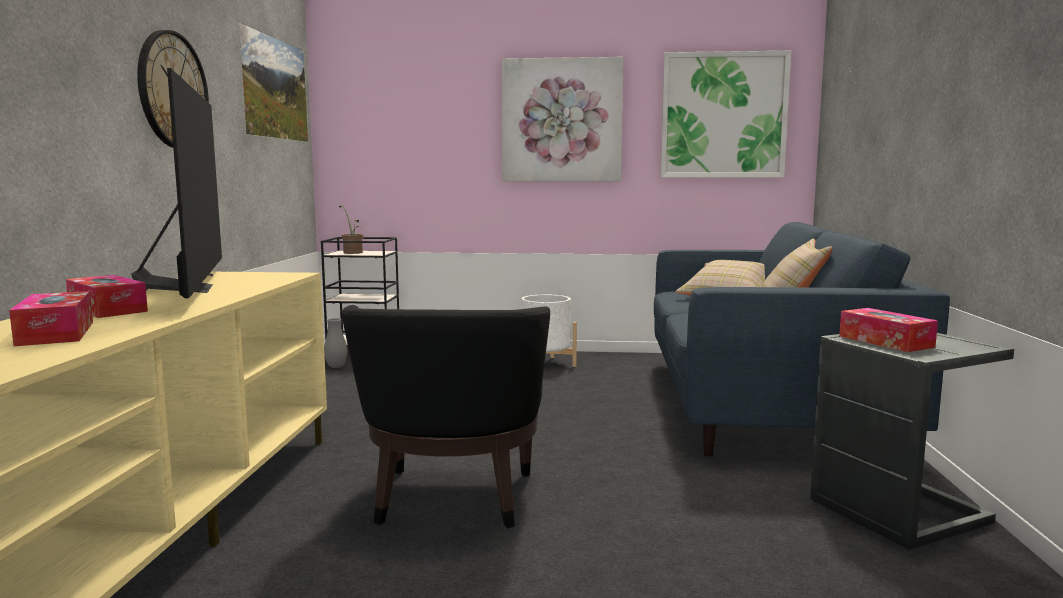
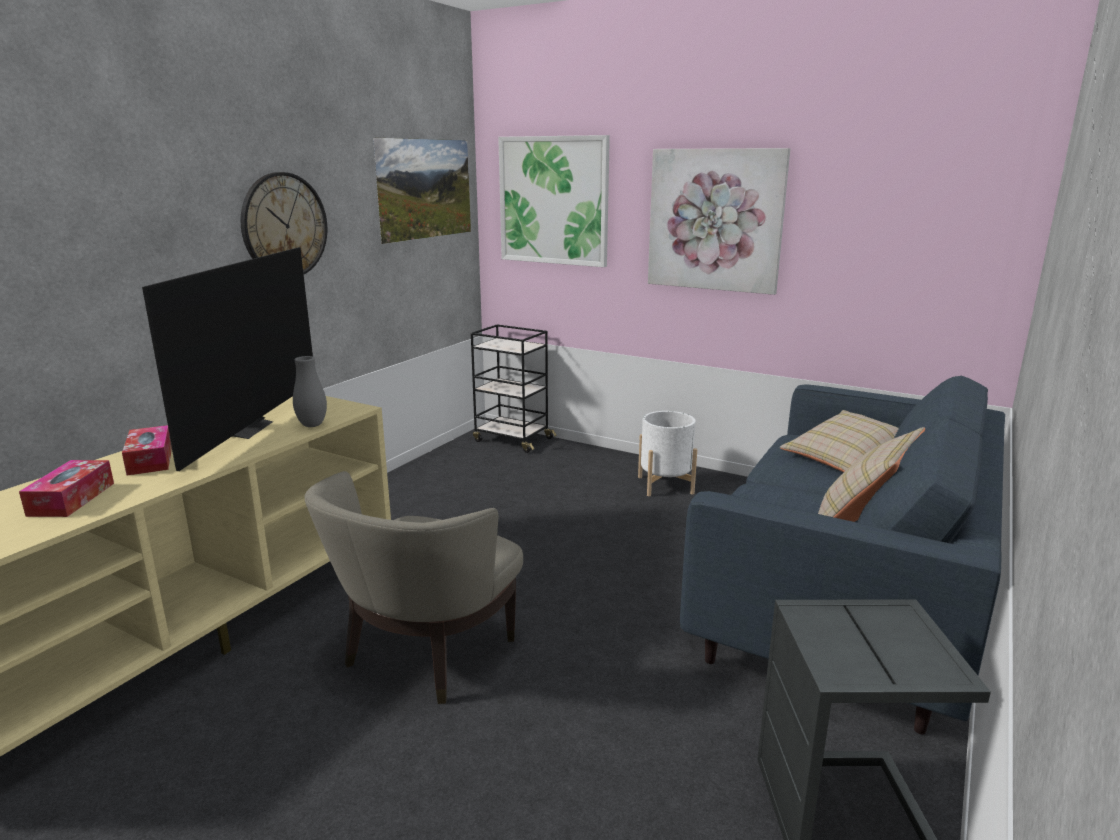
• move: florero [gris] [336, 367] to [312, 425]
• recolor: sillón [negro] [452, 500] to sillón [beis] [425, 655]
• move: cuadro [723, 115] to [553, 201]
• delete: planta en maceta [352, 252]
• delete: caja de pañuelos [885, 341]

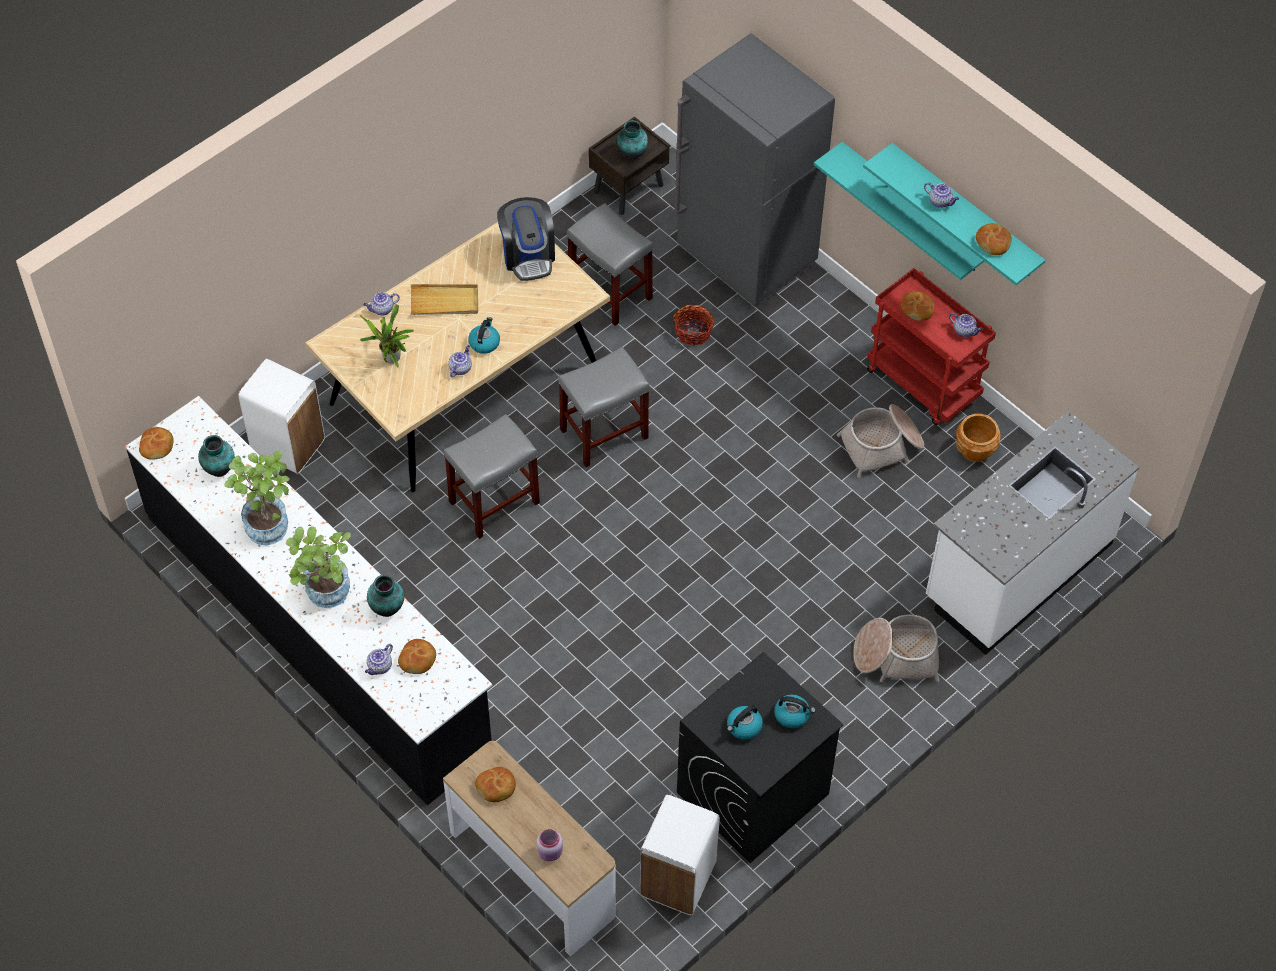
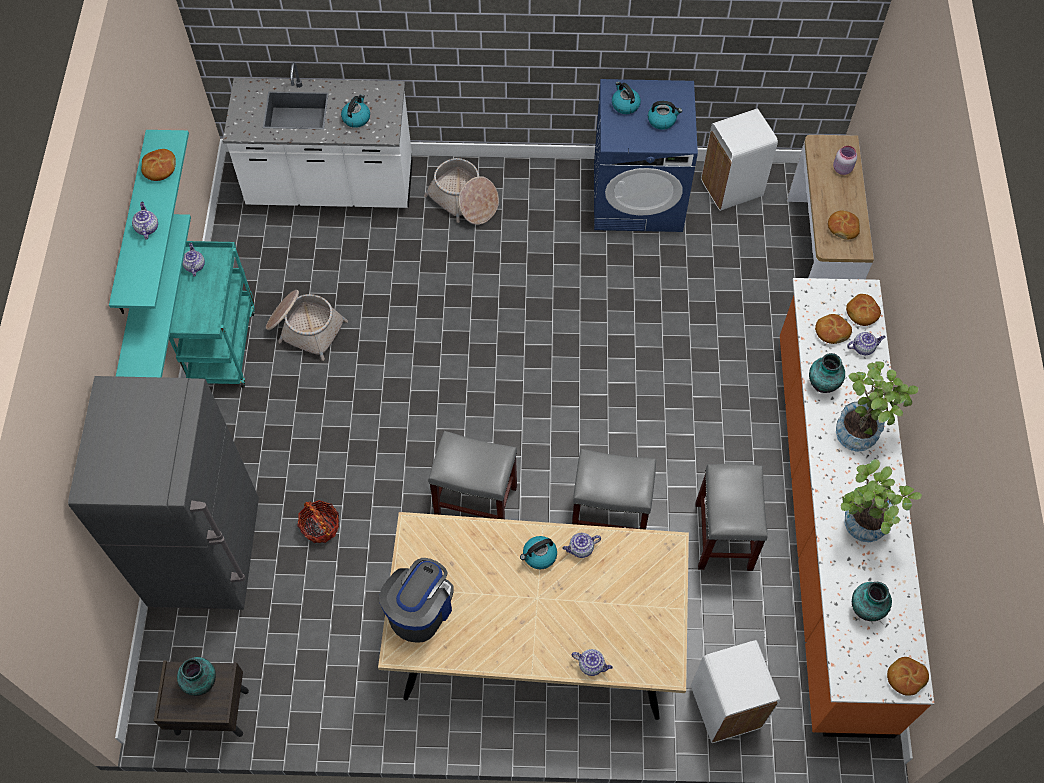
• recolor: carrito [rojo] [924, 384] to carrito [turquesa] [222, 345]
• insert: hervidor [356, 118]
• recolor: lavadora [negro] [752, 794] to lavadora [azul] [638, 197]
• move: taburete [gris] [611, 292] to [723, 535]
• recolor: mueble bajo de cocina [negro] [317, 631] to mueble bajo de cocina [naranja] [828, 525]
• move: pan [917, 309] to [861, 313]
• delete: planta en maceta [391, 360]
• delete: bandeja [beis] [444, 302]
• delete: maceta [marrón] [975, 450]

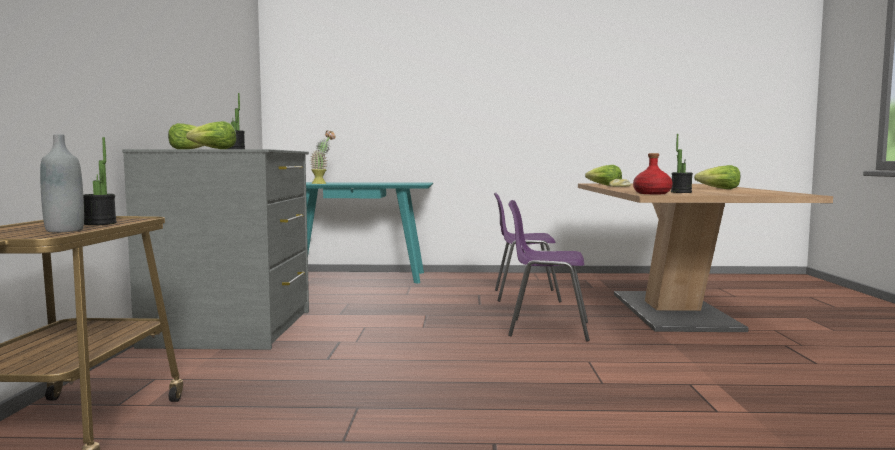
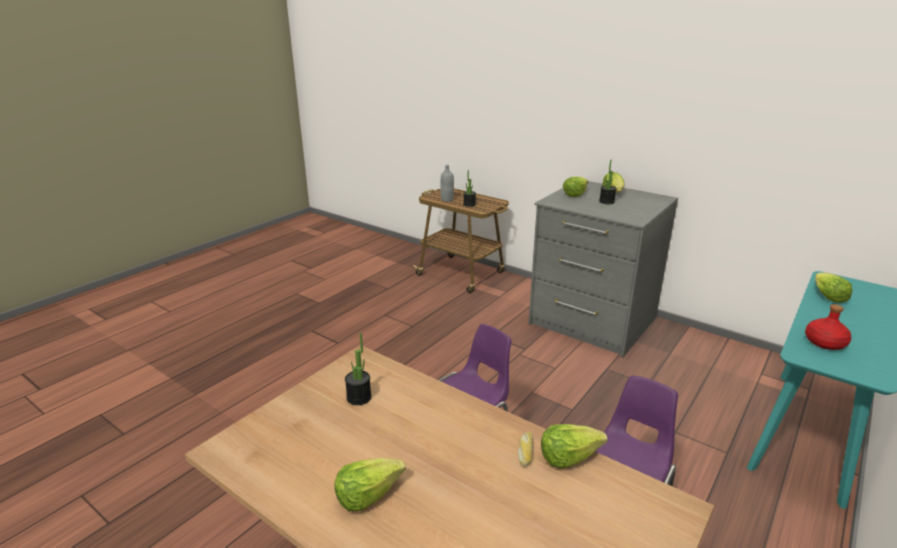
• move: botella [rojo] [652, 193] to [825, 343]
• replace: planta en maceta [322, 183] to lechuga [827, 296]

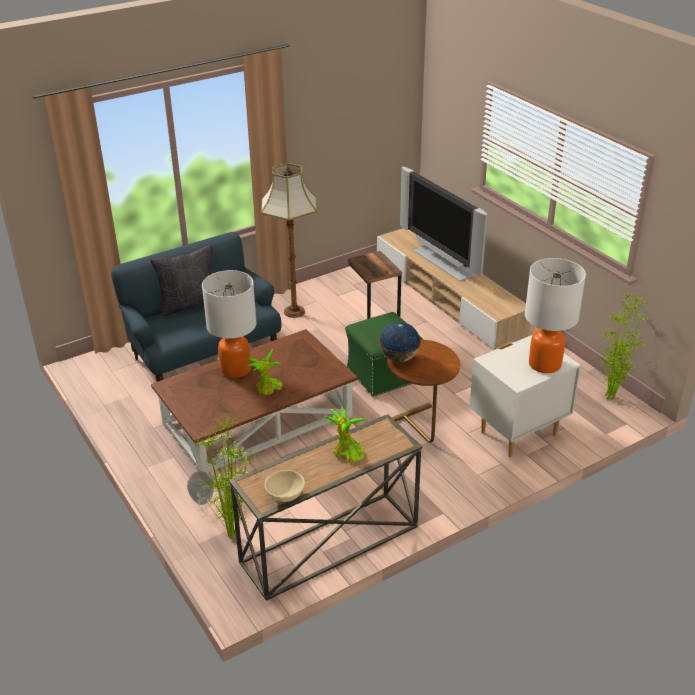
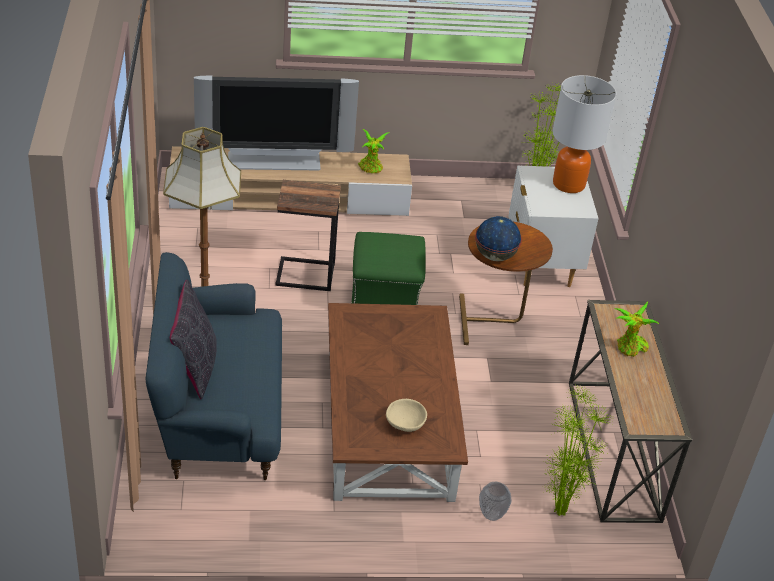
• move: planta en maceta [267, 389] to [371, 168]
• move: cuenco [beis] [285, 494] to [404, 424]
• delete: lámpara de mesa [235, 369]

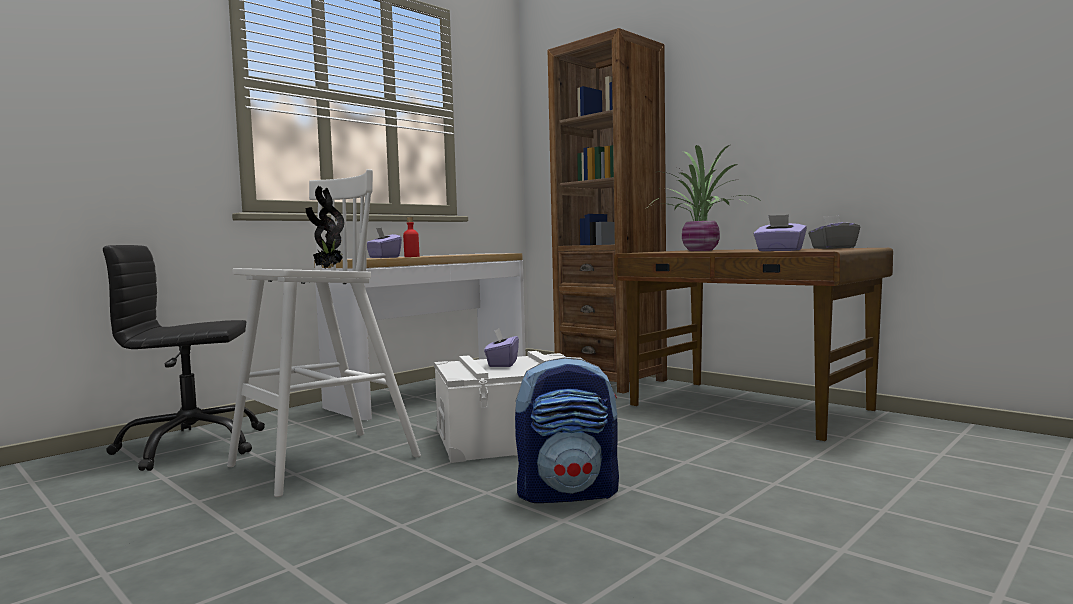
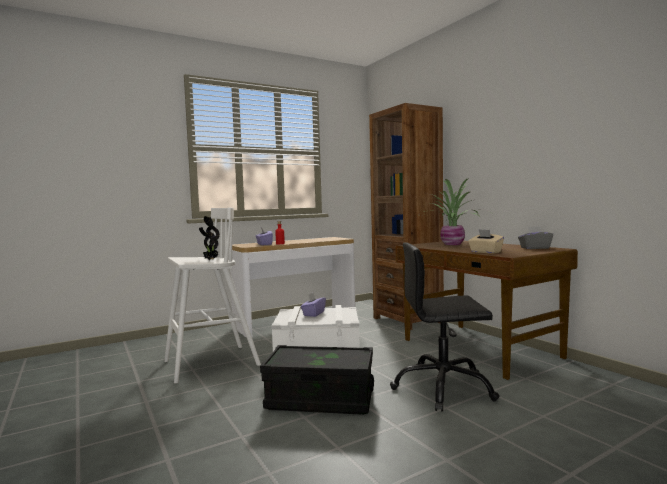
• replace: mochila [568, 493] to caja de almacenaje [negro] [320, 399]
• move: silla de oficina [negro] [191, 446] to [443, 388]
• recolor: caja de pañuelos [morado] [779, 250] to caja de pañuelos [beis] [485, 252]

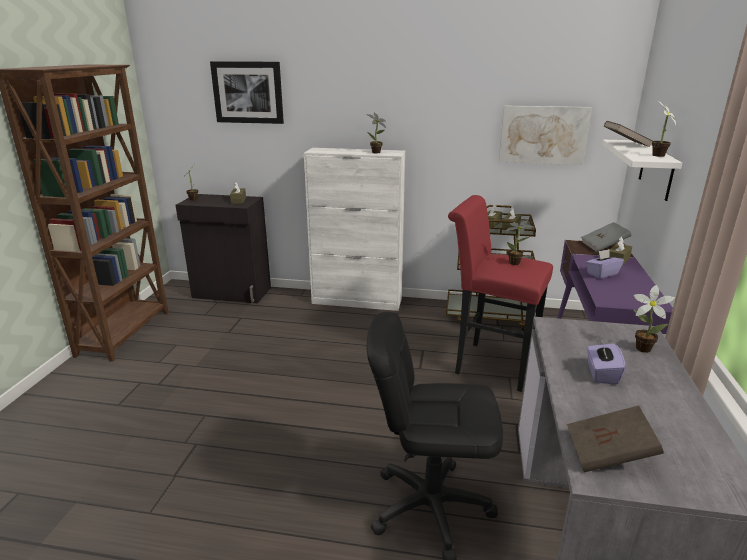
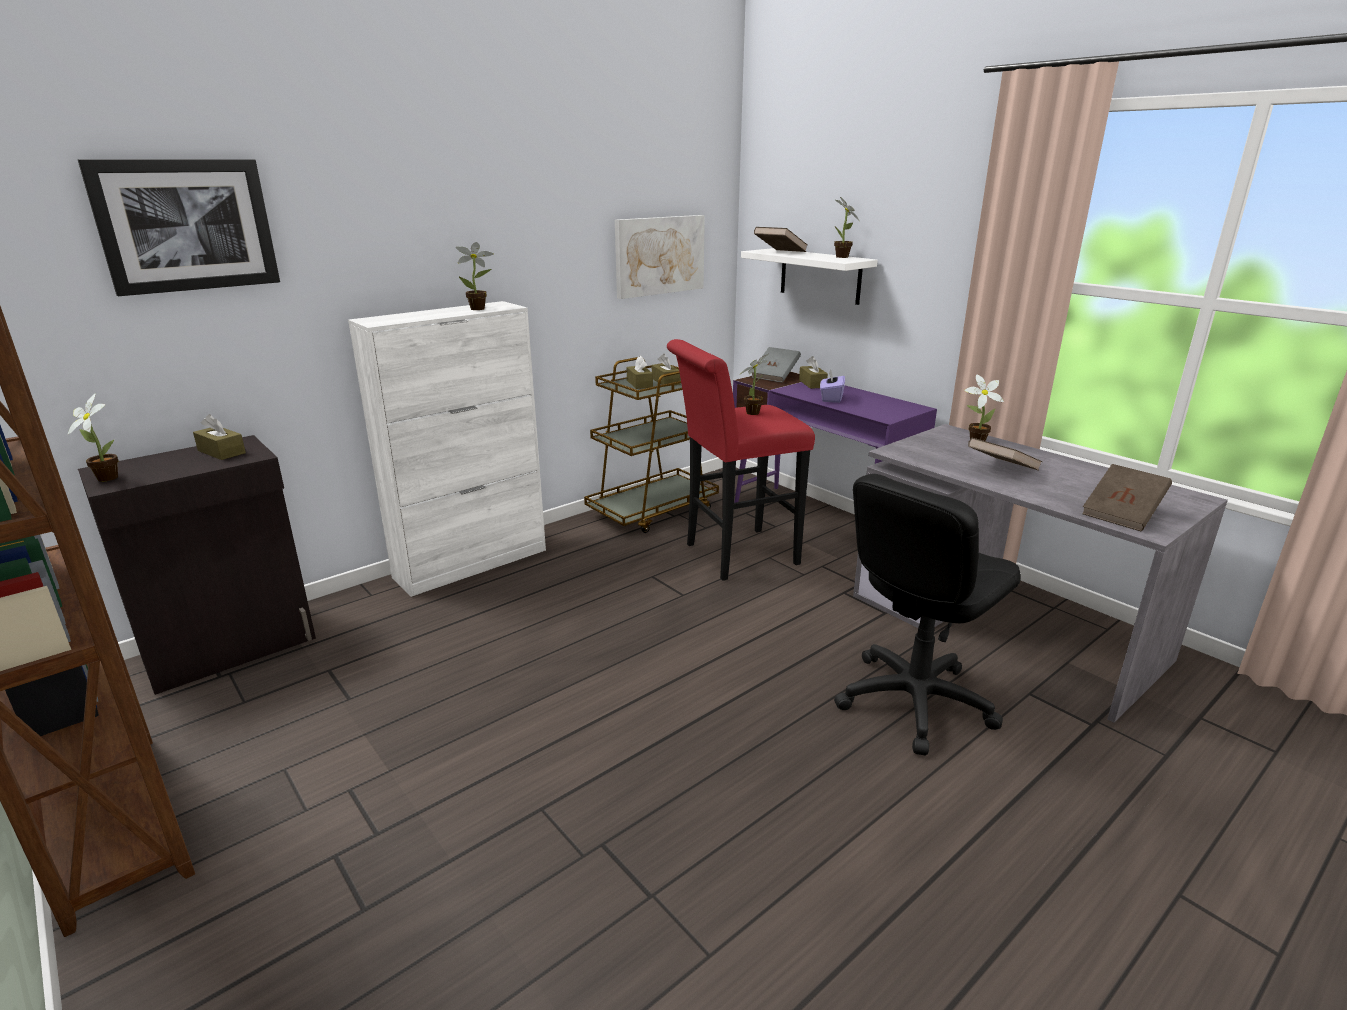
• replace: caja de pañuelos [morado] [601, 374] to libro [marrón] [1001, 469]

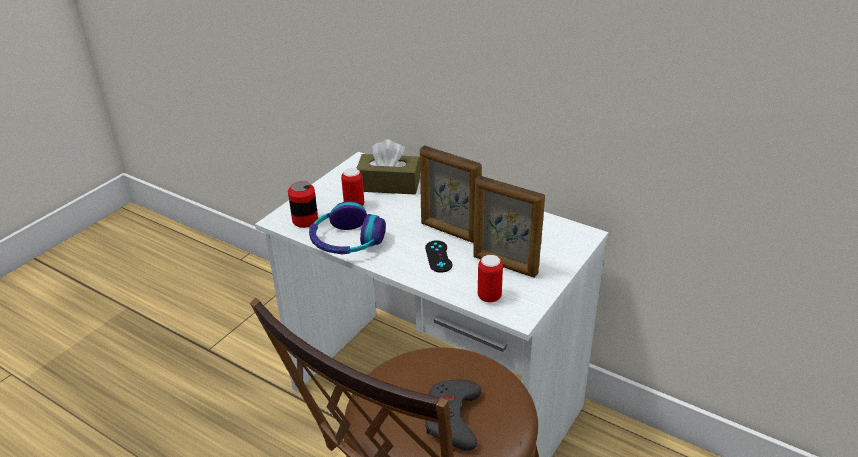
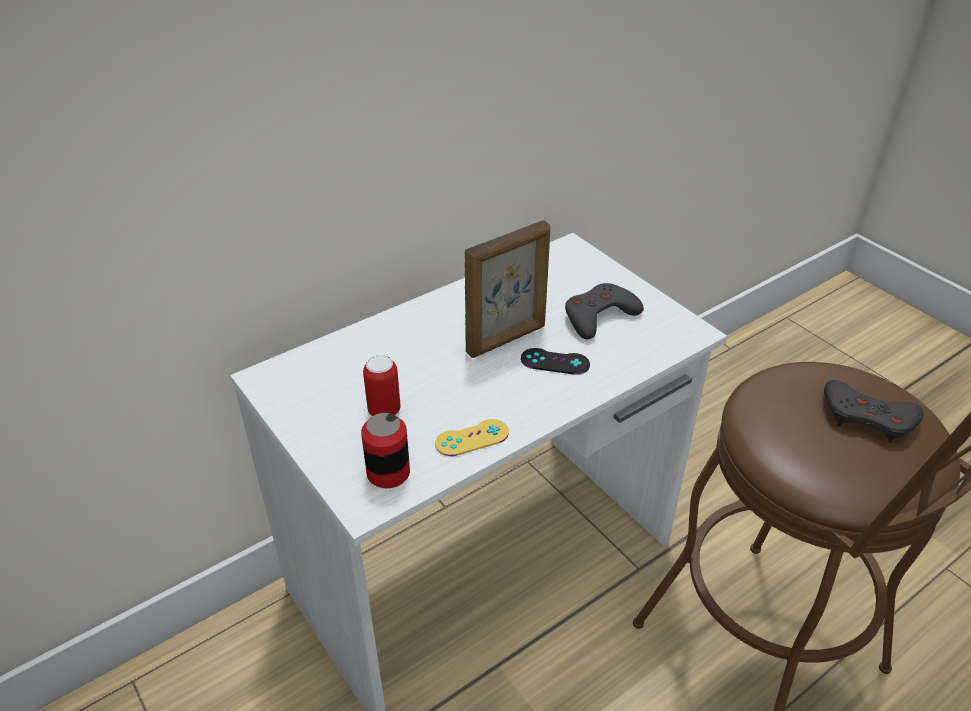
• replace: auriculares [346, 241] to mando de consola [amarillo] [472, 438]
• replace: portarretratos [504, 265] to mando de consola [gris] [599, 316]
• delete: caja de pañuelos [marrón] [389, 185]
• delete: lata [489, 297]

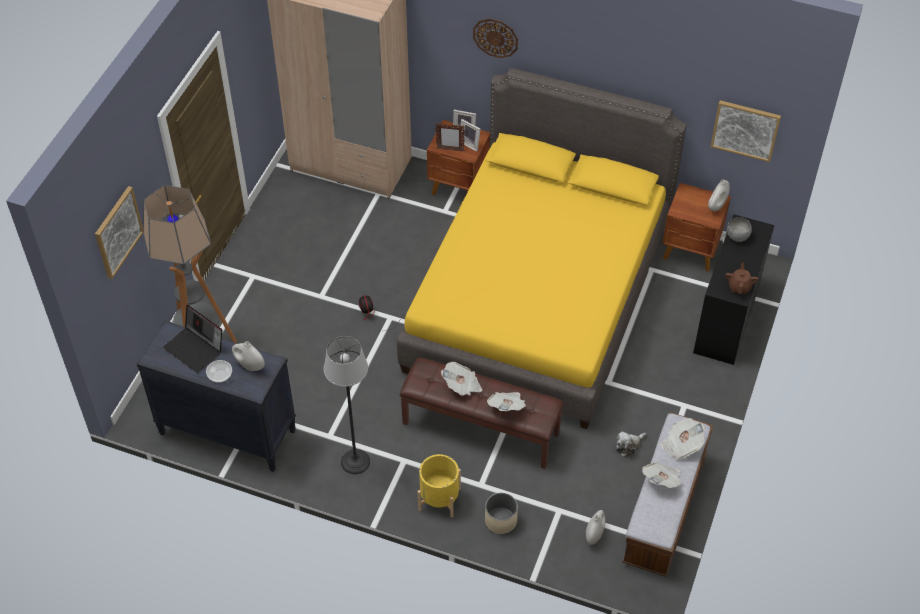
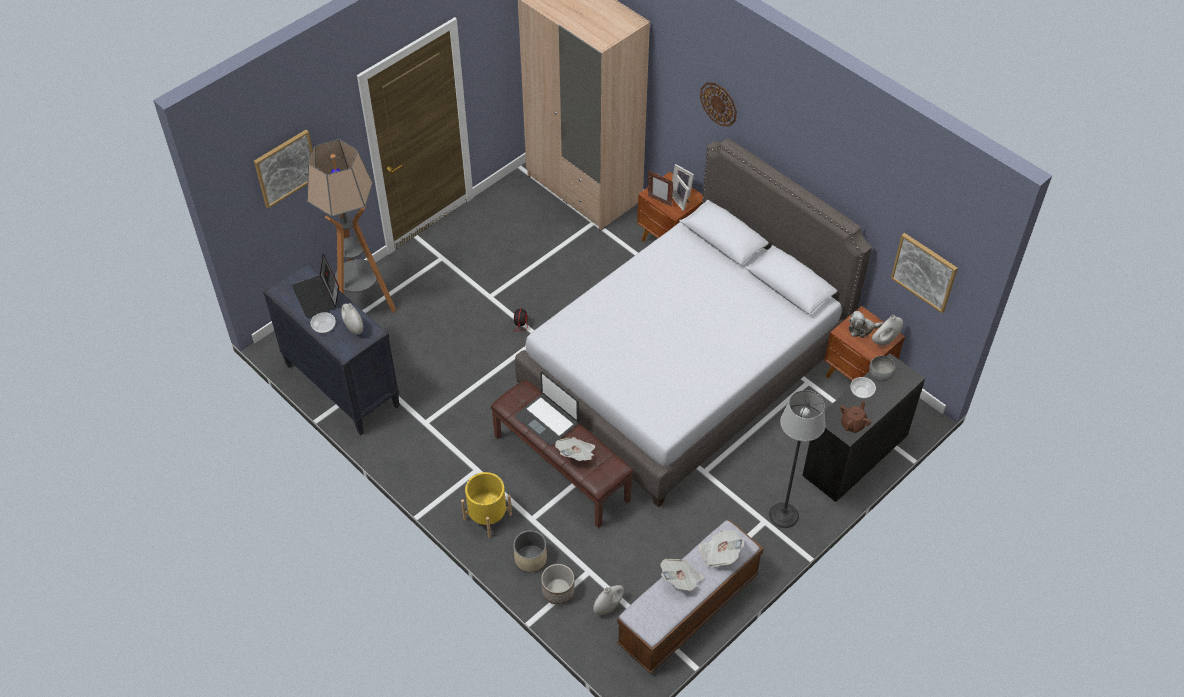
• recolor: cama [amarillo] [537, 297] to cama [gris] [684, 368]
• replace: periódico [462, 386] to portátil [547, 420]
• insert: maceta [558, 591]
• move: lámpara de pie [355, 461] to [784, 515]
• move: peluche [629, 446] to [862, 329]
• insert: cuenco [862, 392]

